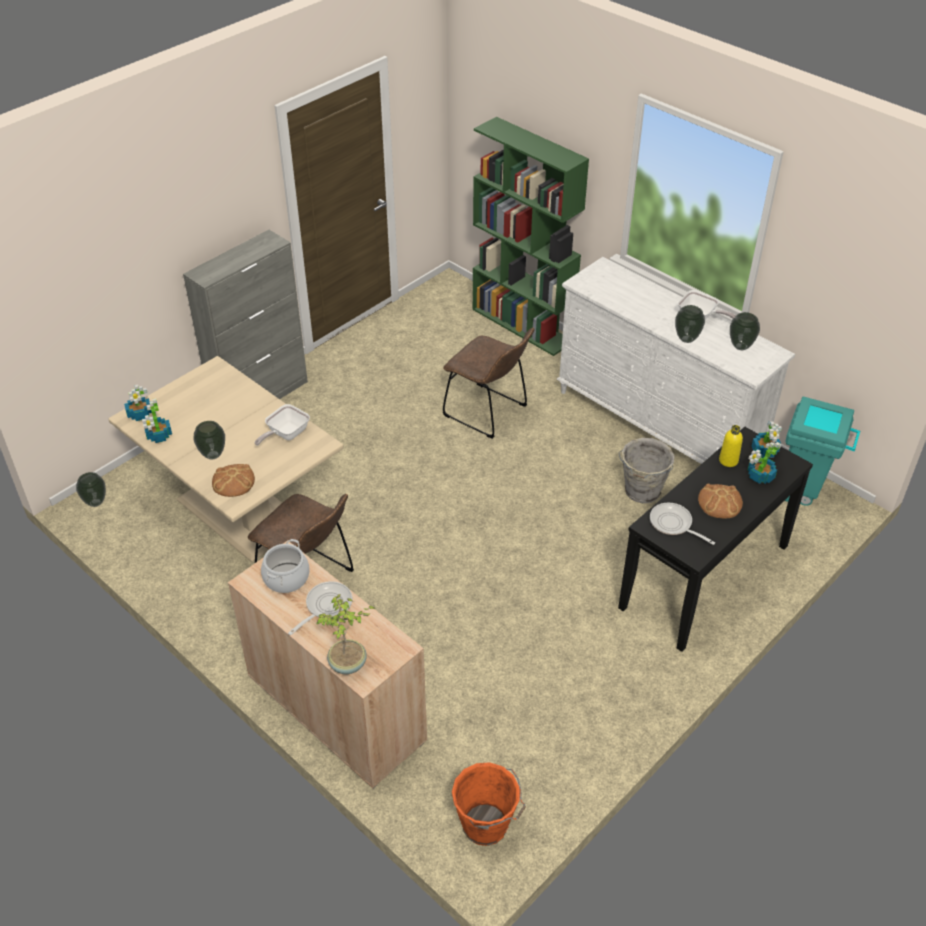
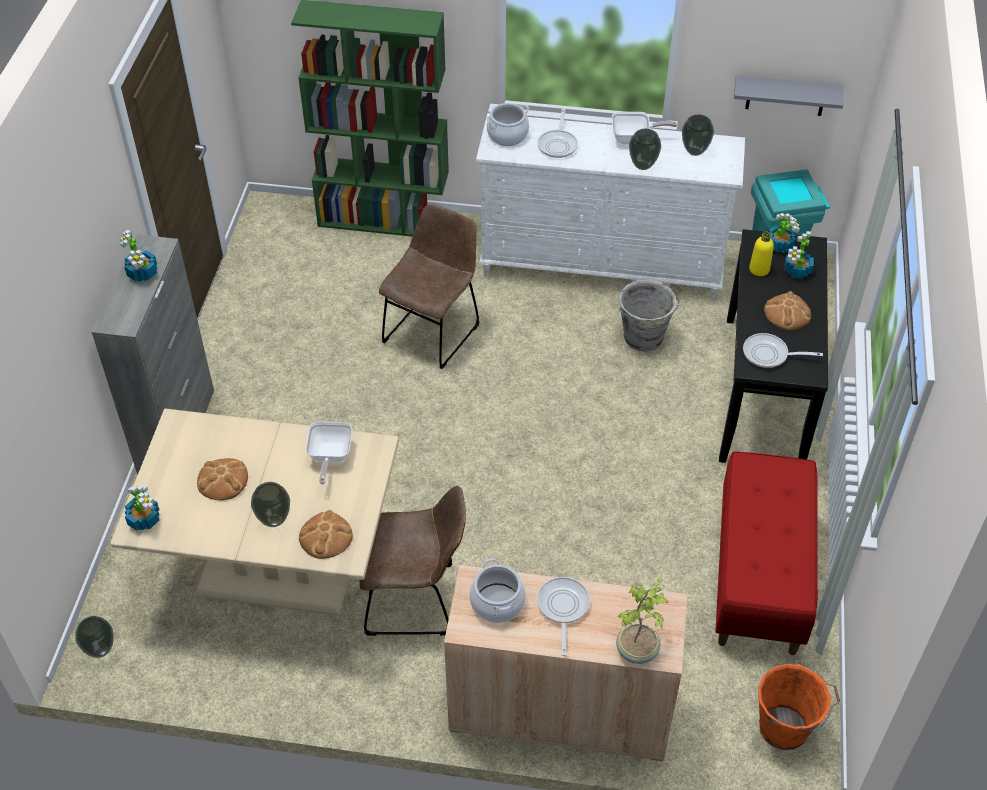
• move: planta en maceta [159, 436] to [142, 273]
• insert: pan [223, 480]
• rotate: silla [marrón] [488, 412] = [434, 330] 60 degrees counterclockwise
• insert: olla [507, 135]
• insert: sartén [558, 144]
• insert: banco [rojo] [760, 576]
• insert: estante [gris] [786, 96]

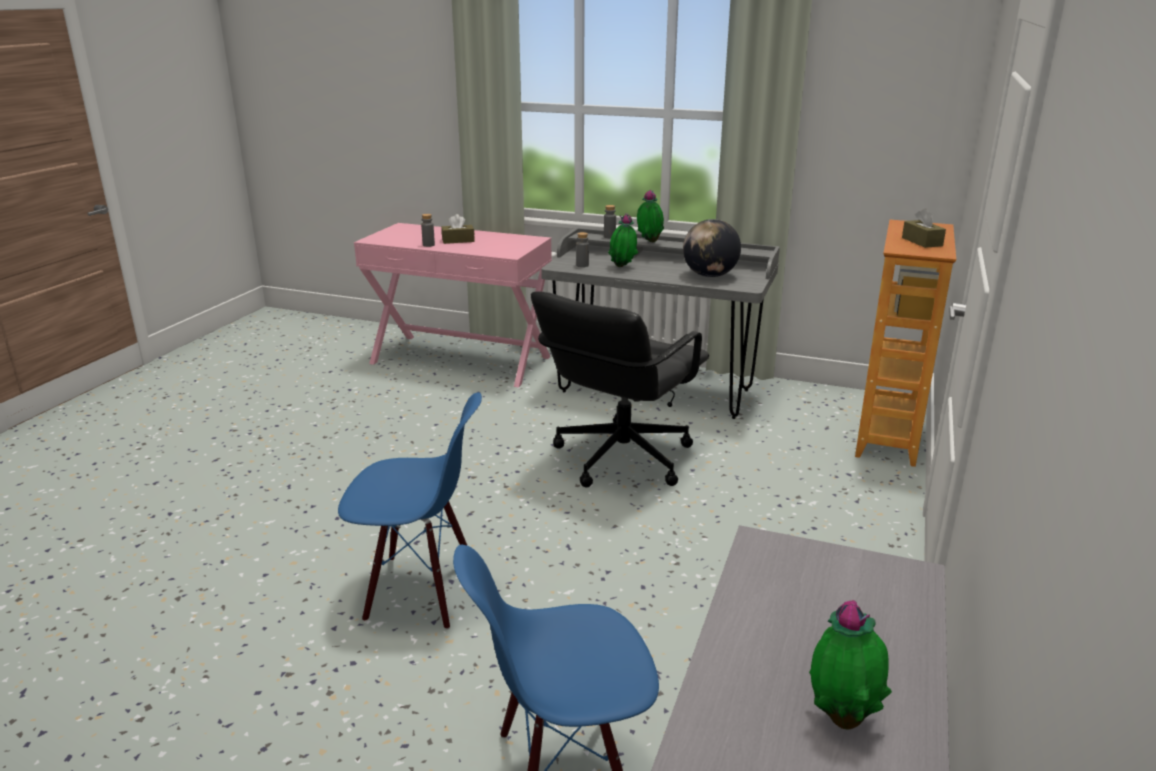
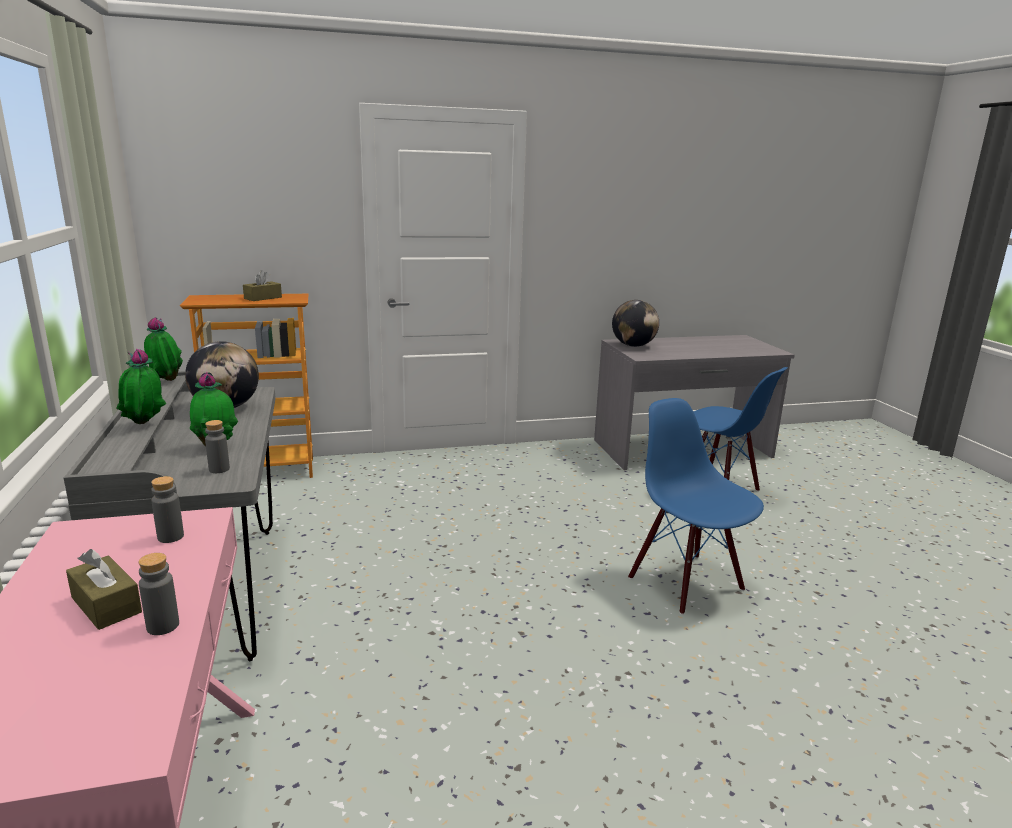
• move: planta en maceta [842, 718] to [166, 381]
• move: botella [gris] [609, 236] to [170, 537]
• insert: globo terráqueo [633, 345]
• delete: silla de oficina [negro] [620, 457]

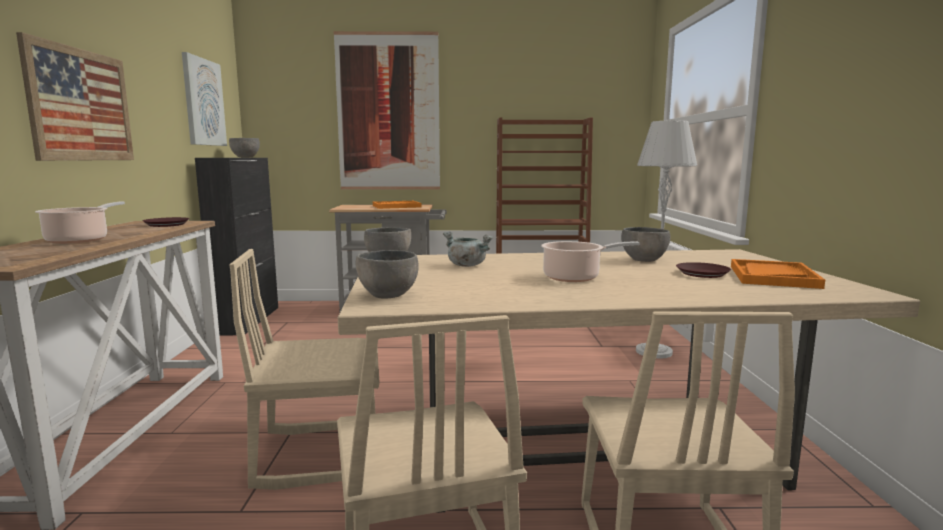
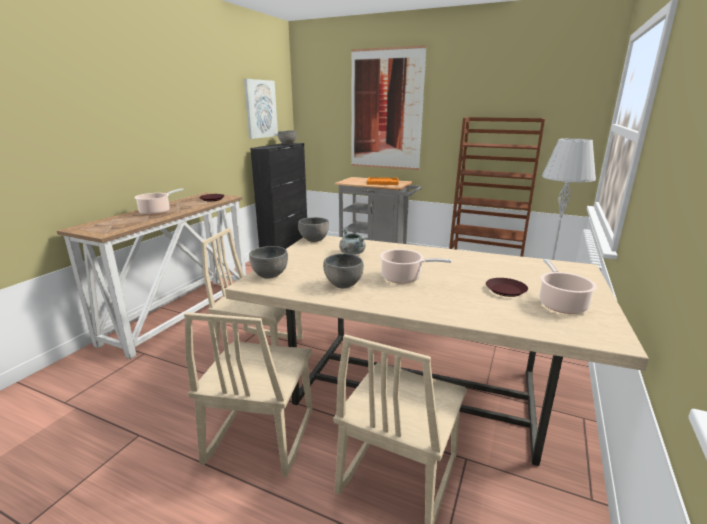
• move: cuenco [gris] [644, 260] to [343, 285]
• replace: bandeja [naranja] [772, 276] to olla [561, 304]
• delete: cuadro [81, 105]

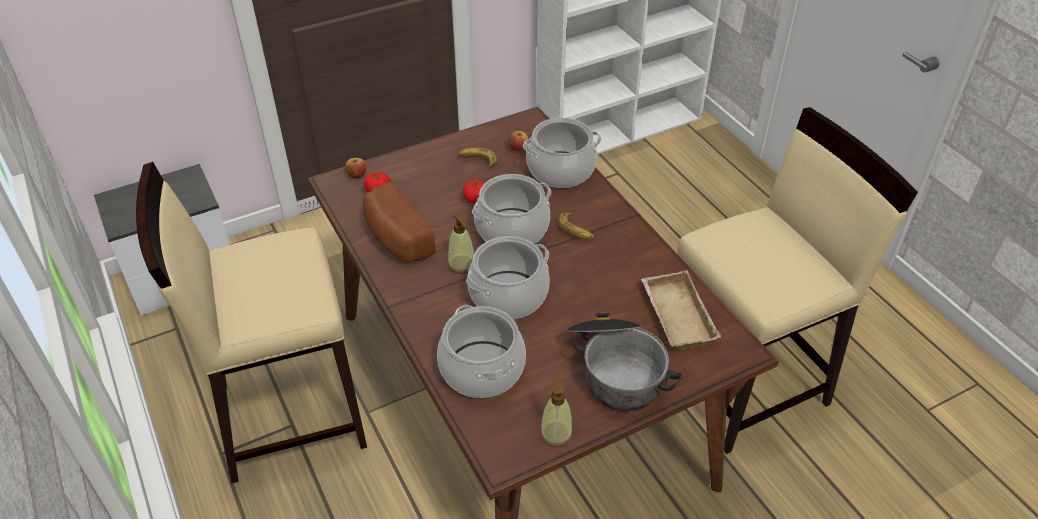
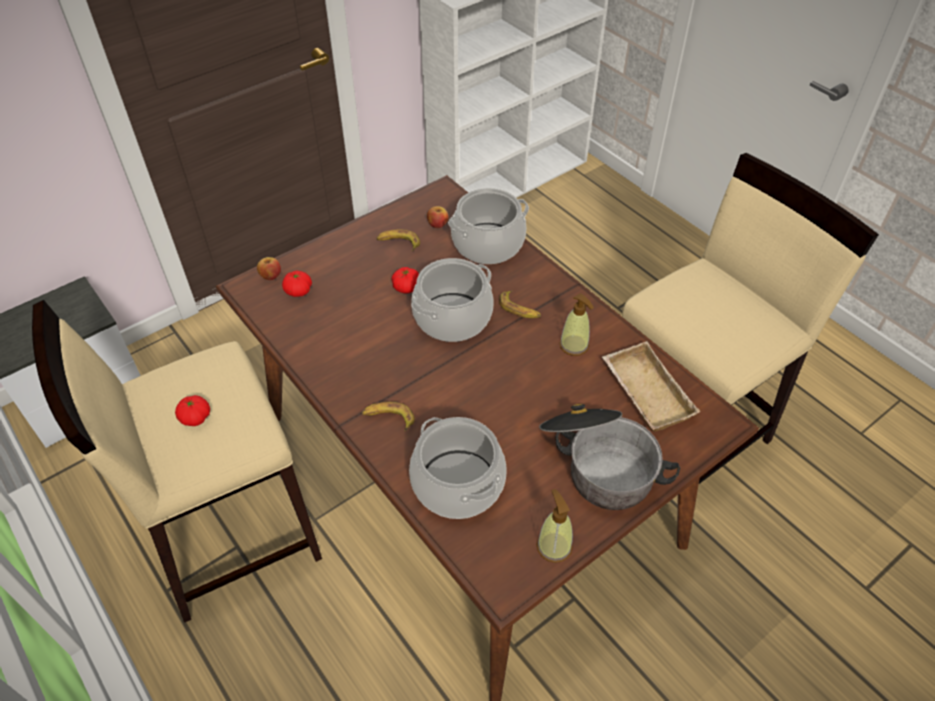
• insert: tomate [195, 417]
• insert: plátano [388, 418]
• move: dispensador de jabón [461, 264] to [574, 345]
• delete: pan [395, 239]
• delete: olla [508, 295]

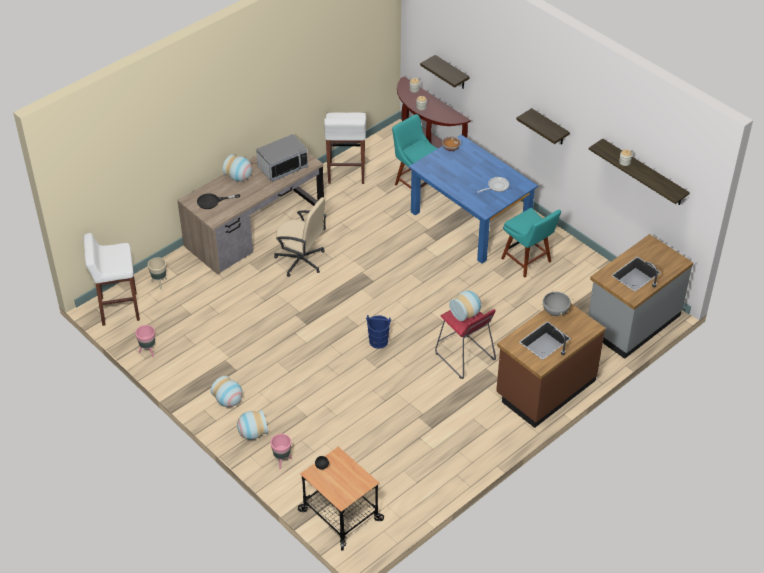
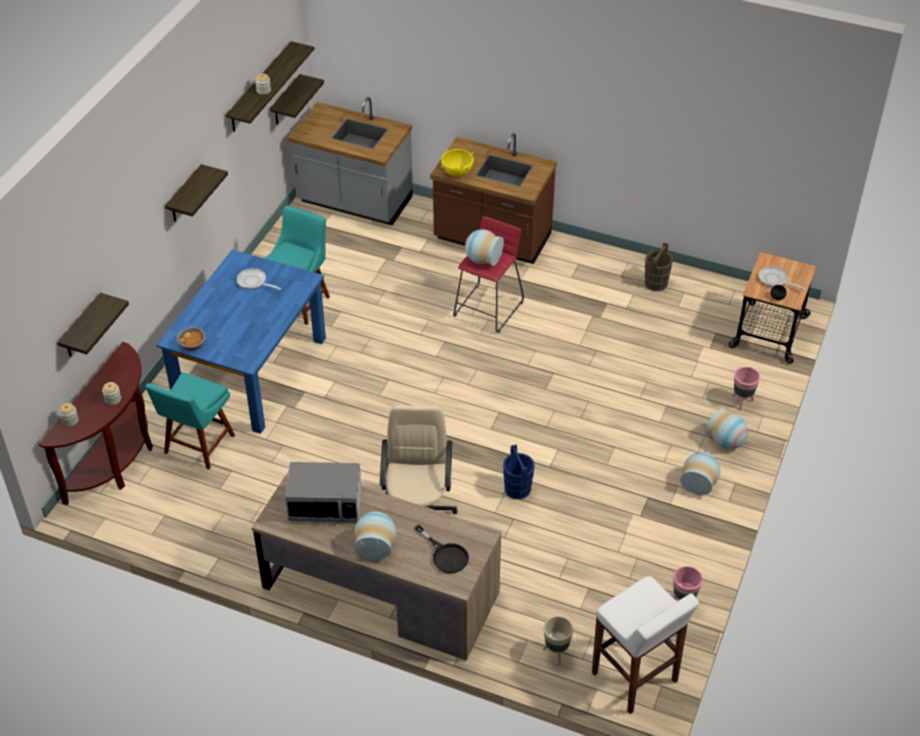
• insert: estante [285, 101]
• rotate: microondas [282, 167] = [325, 505] 150 degrees clockwise
• recolor: olla [gris] [555, 312] to olla [amarillo] [457, 173]
• move: cubo [azul] [378, 341] to [517, 489]
• insert: cubo [marrón] [656, 283]
• insert: sartén [775, 280]
• delete: taburete [blanco] [346, 173]

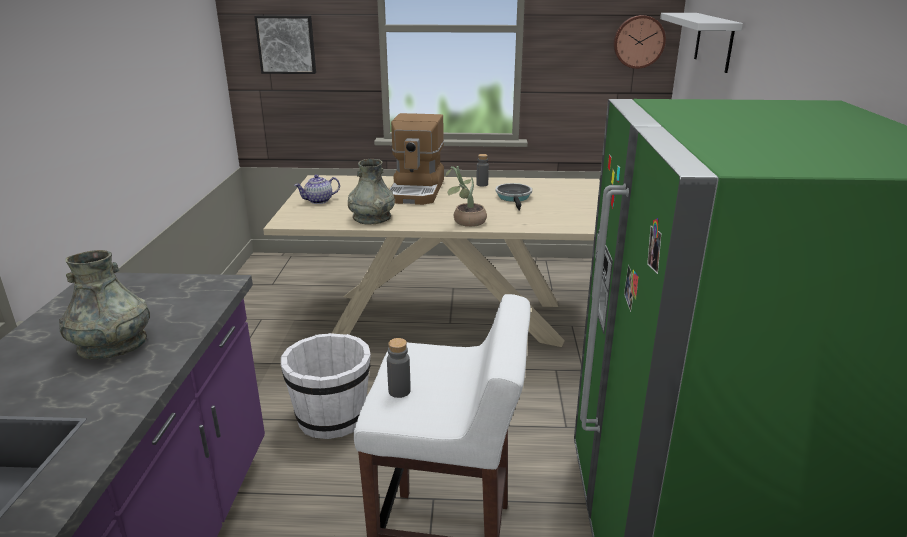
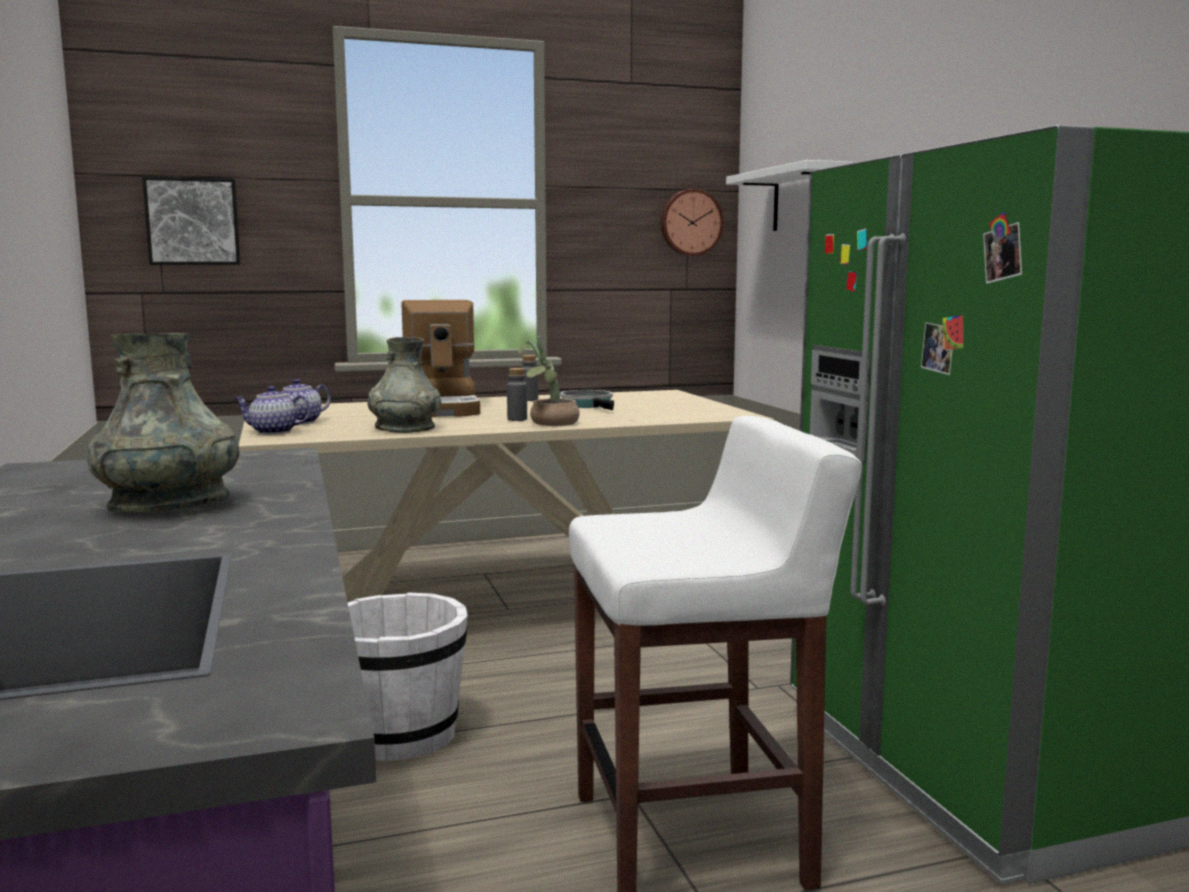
• insert: tetera [273, 432]
• move: botella [gris] [399, 391] to [517, 419]

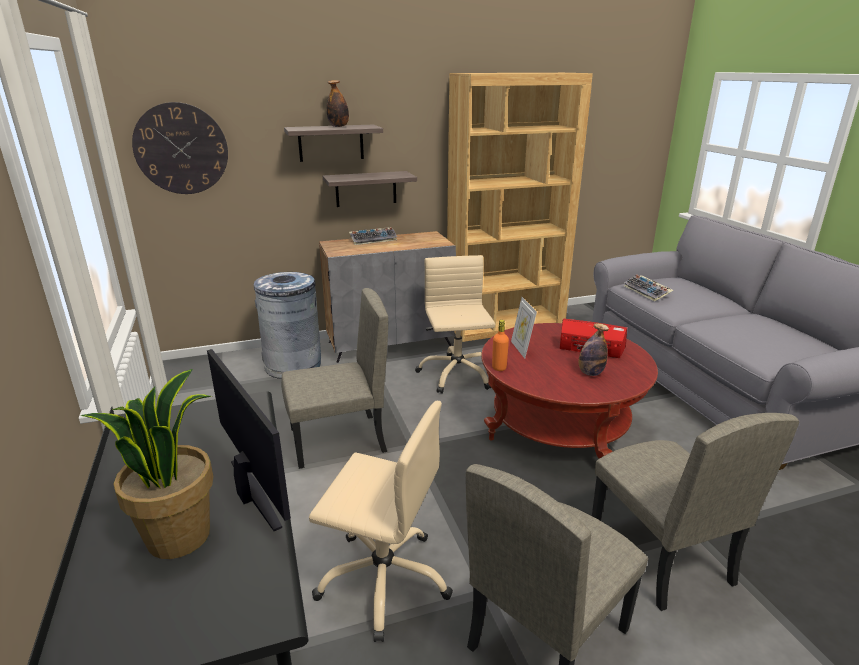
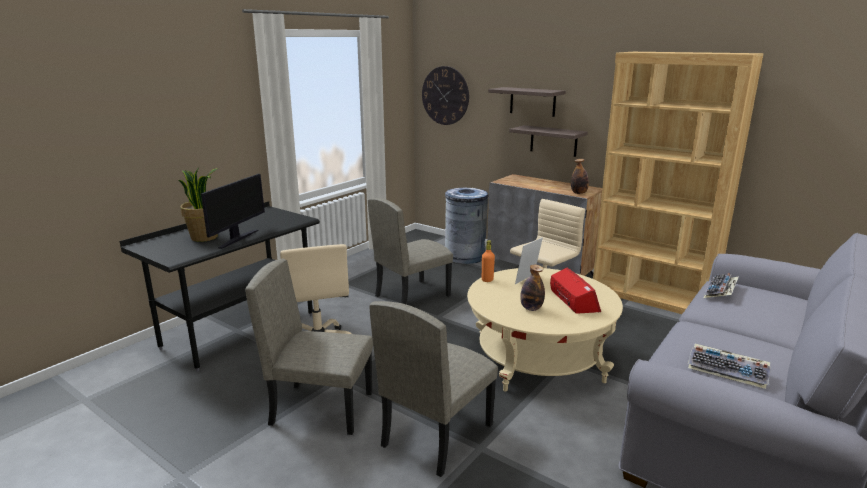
• rotate: silla [beis] [338, 440] = [412, 295] 105 degrees clockwise
• recolor: mesa de centro [rojo] [559, 425] to mesa de centro [beis] [538, 359]
• move: botella [338, 126] to [579, 193]
• move: teclado [373, 240] to [728, 371]

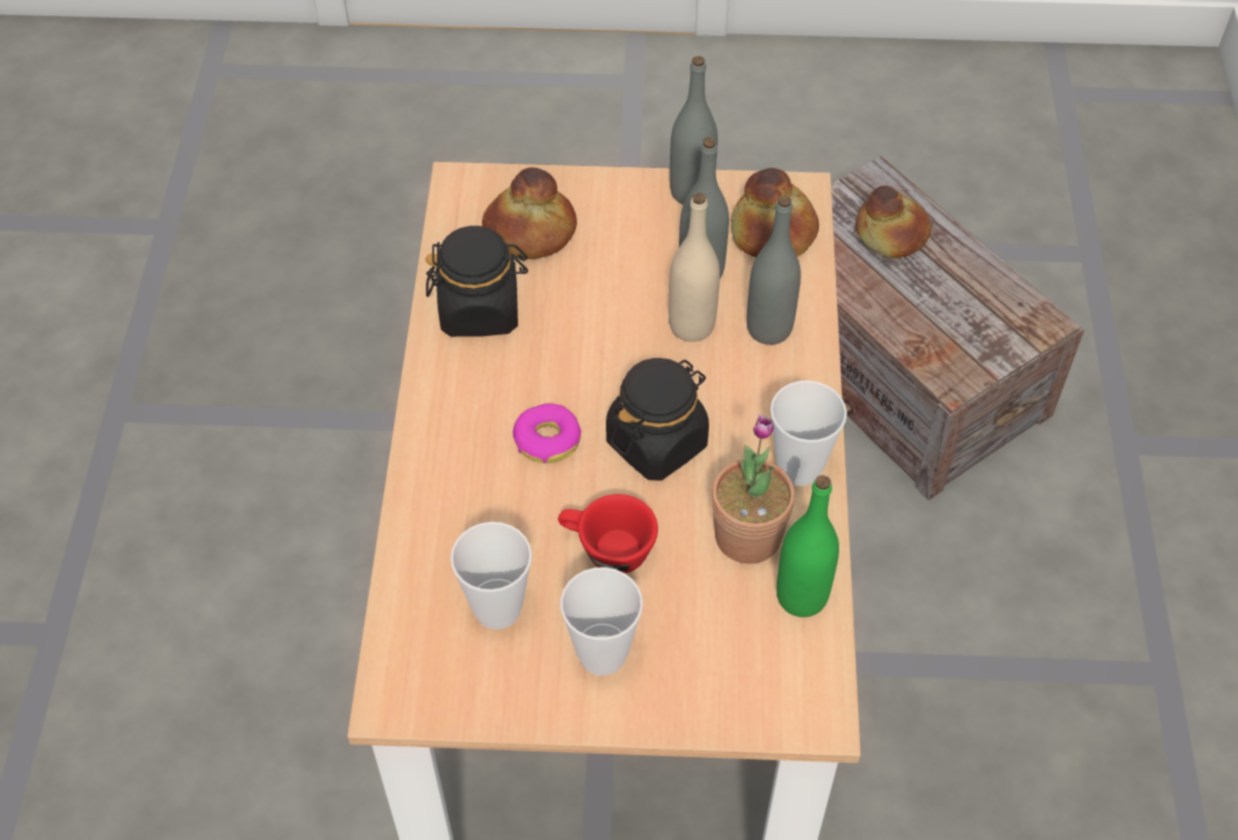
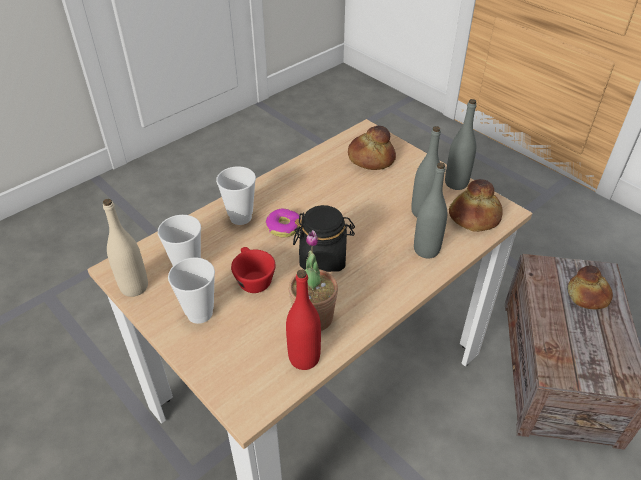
• move: botella [beis] [691, 326] to [134, 287]
• move: taza [799, 468] to [240, 217]
• recolor: botella [verde] [801, 596] to botella [rojo] [304, 358]
• delete: tarro [negro] [480, 310]

